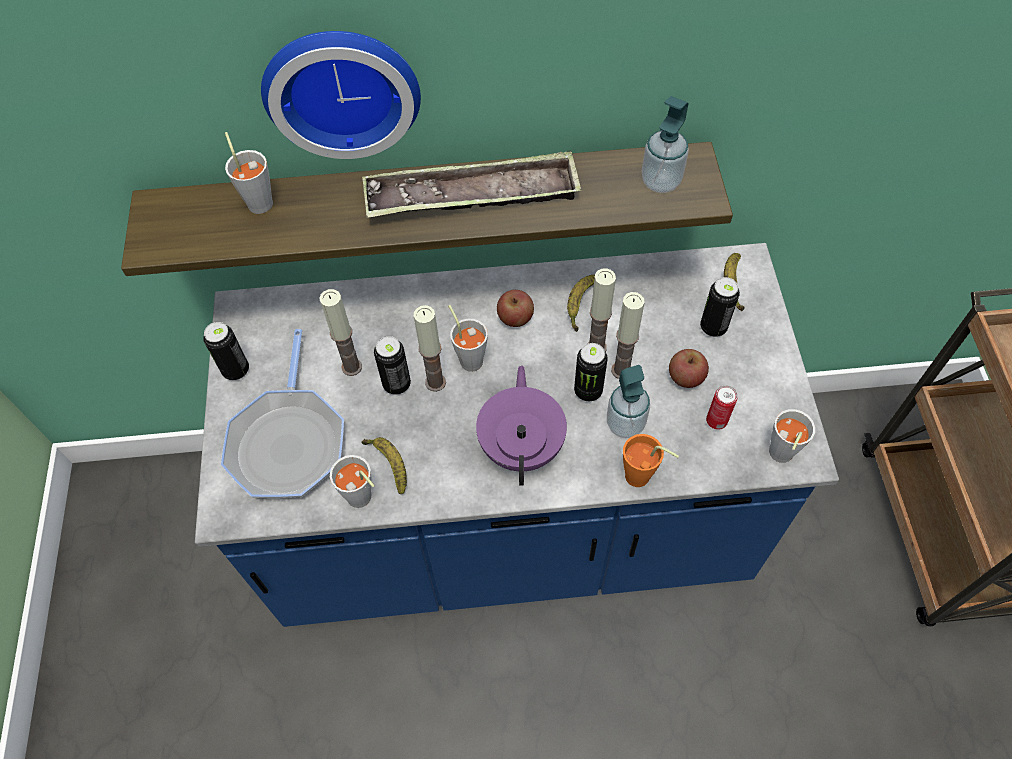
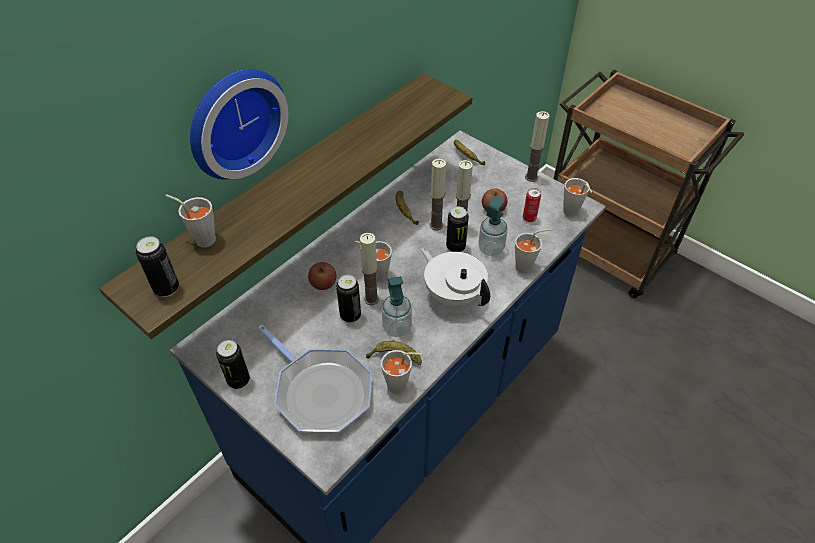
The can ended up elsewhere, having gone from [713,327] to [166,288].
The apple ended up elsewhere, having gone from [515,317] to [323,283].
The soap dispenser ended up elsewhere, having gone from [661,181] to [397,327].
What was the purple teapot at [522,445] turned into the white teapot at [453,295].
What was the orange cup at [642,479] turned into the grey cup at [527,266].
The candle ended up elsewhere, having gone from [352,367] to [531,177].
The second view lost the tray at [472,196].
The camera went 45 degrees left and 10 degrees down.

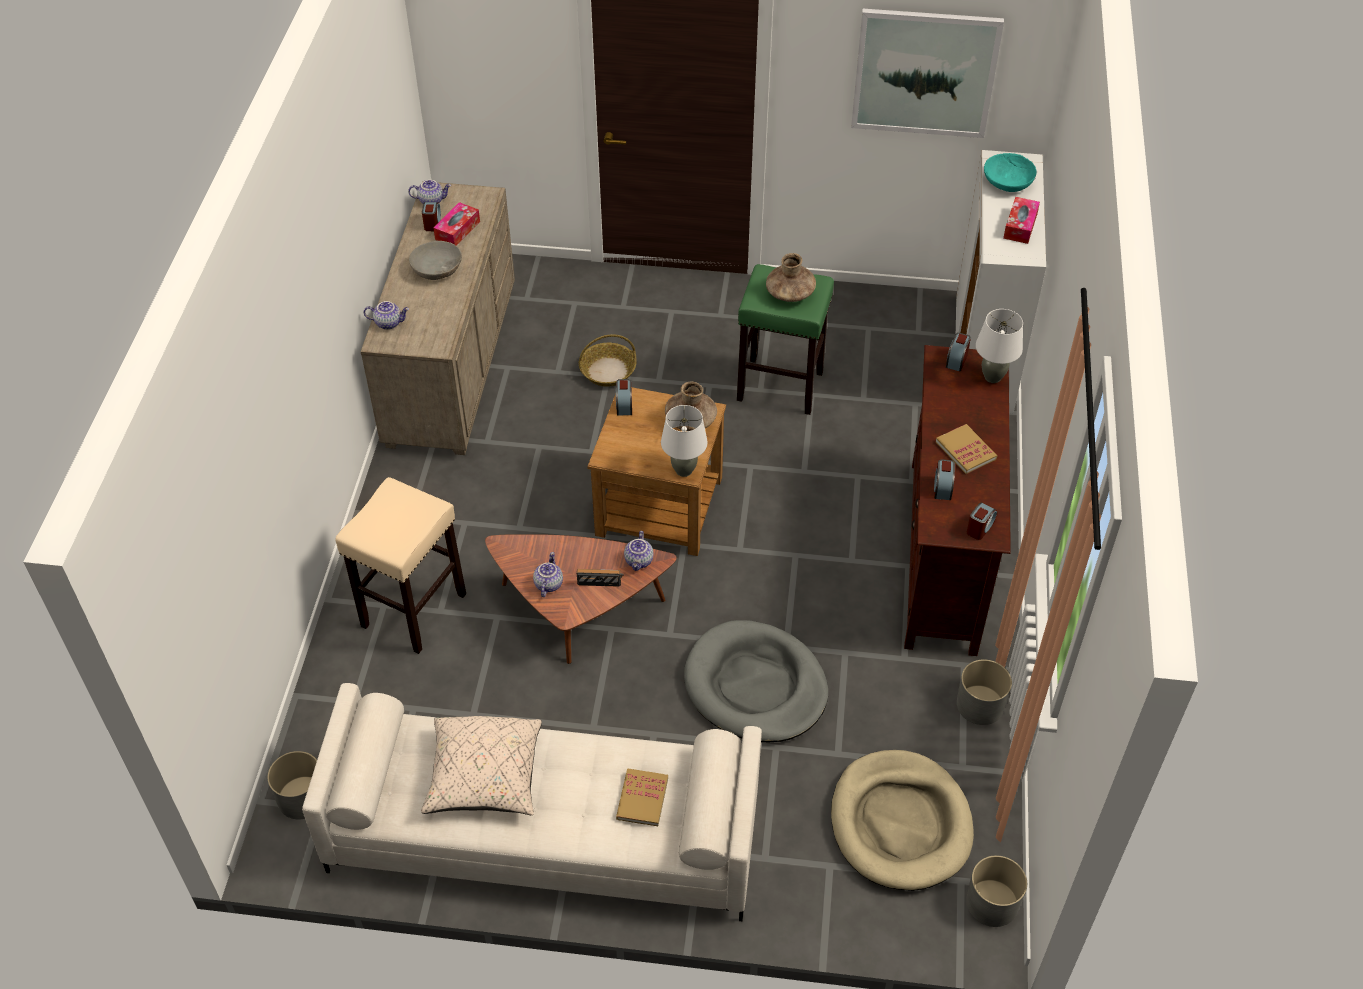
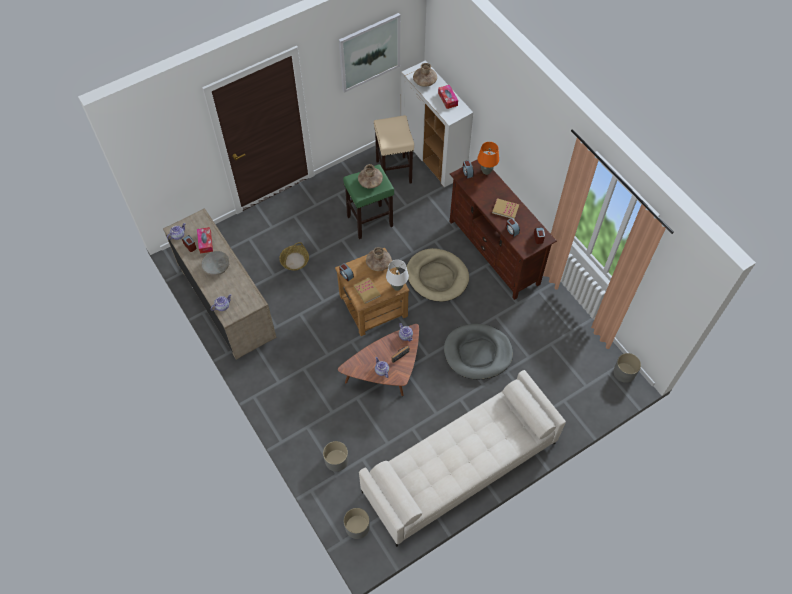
The grey planter ended up elsewhere, having gone from [980,705] to [336,460].
The book ended up elsewhere, having gone from [642,798] to [367,291].
The beige stool ended up elsewhere, having gone from [413,611] to [394,172].
The beige dog bed ended up elsewhere, having gone from [900,823] to [437,276].
Where the turquoise bowl stood at [1007,182], the brown vase came to stand at [424,81].
What was the white table lamp at [992,377] turned into the orange table lamp at [486,171].
The second view lost the beige pillow at [484,777].
The camera went 40 degrees left and 10 degrees up.

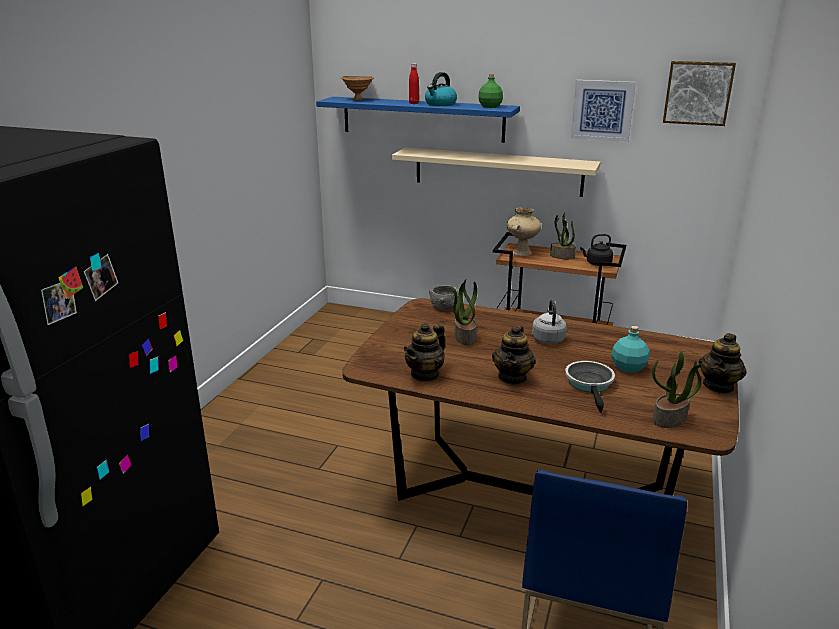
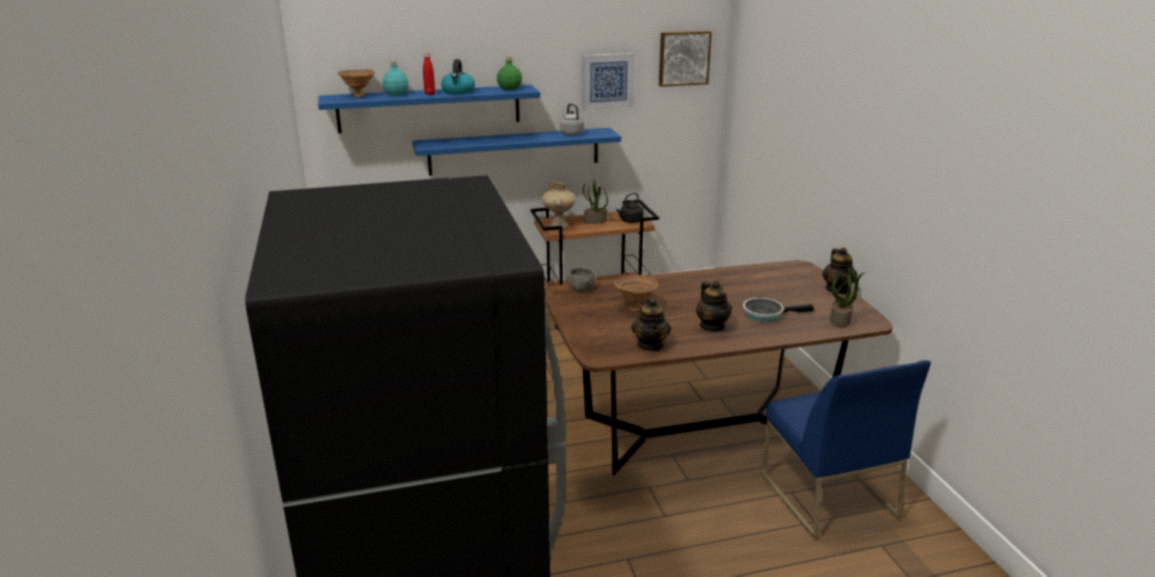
The turquoise bottle ended up elsewhere, having gone from [628,368] to [396,94].
What was the beige shelf at [497,171] turned into the blue shelf at [514,151].
The grey kettle ended up elsewhere, having gone from [548,338] to [571,133].
Where the potted plant stood at [464,337], the brown bowl came to stand at [634,307].
The frying pan at [590,384] ended up facing another way, 60 degrees counterclockwise from before.
The camera went 35 degrees left and 0 degrees up.

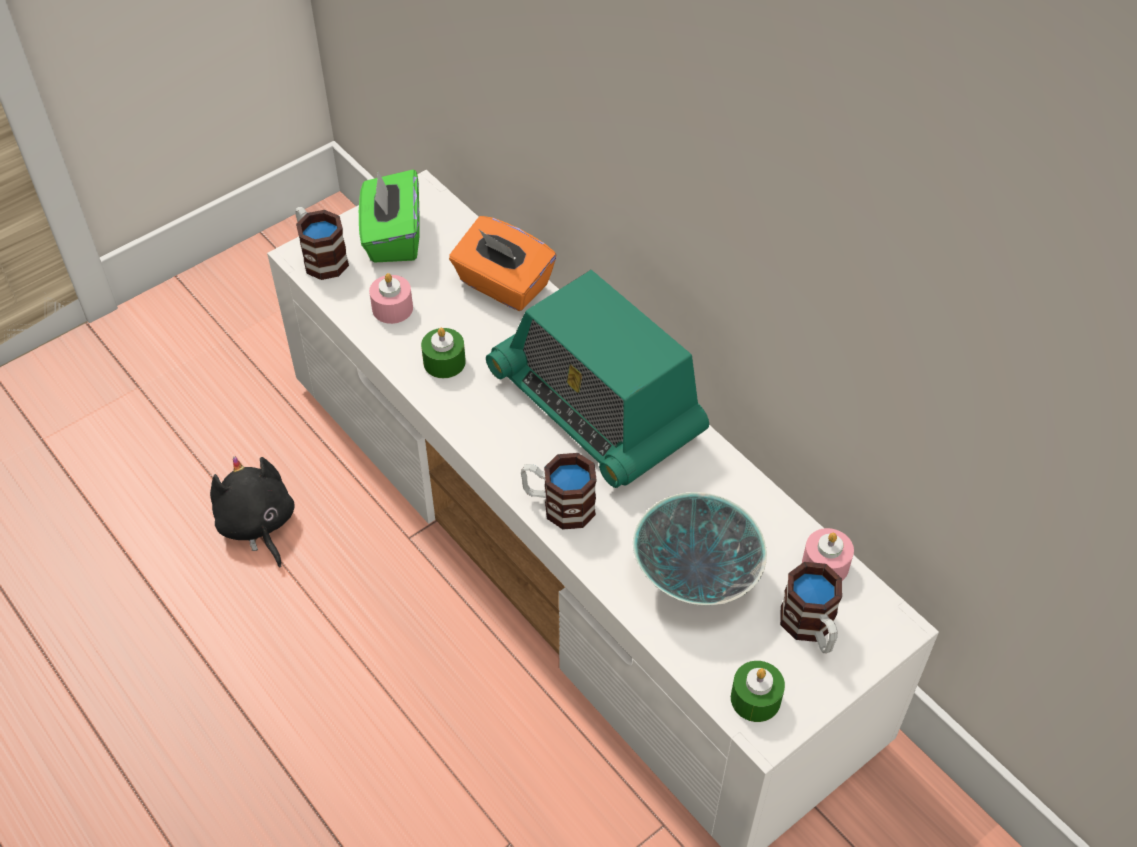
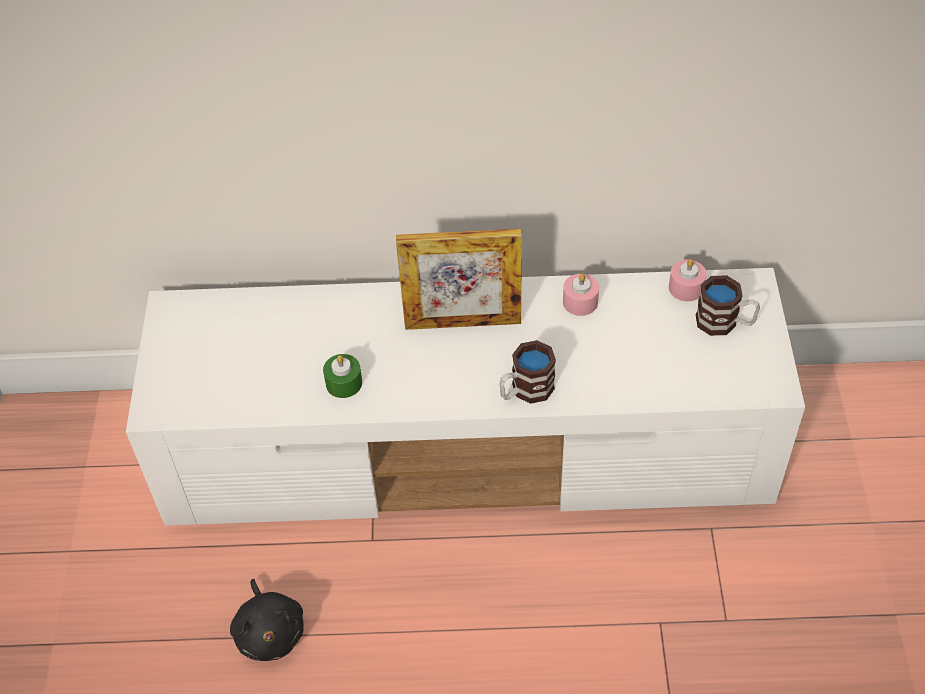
The black plush toy at [257,524] ended up facing another way, 120 degrees counterclockwise from before.
Where the radio stood at [596,405], the picture frame came to stand at [462,323].
The pink candle ended up elsewhere, having gone from [392,308] to [580,302].
The second view lost the mug at [320,257].
The second view lost the green tissue box at [393,237].
The second view lost the orange tissue box at [503,285].
The second view lost the bowl at [694,576].
The second view lost the green candle at [755,699].
The camera went 50 degrees left and 0 degrees up.

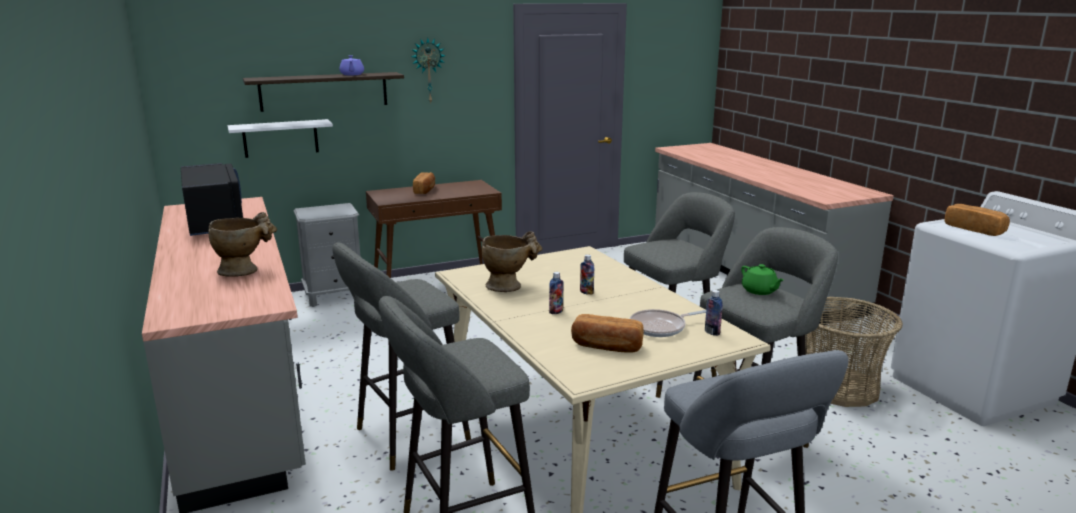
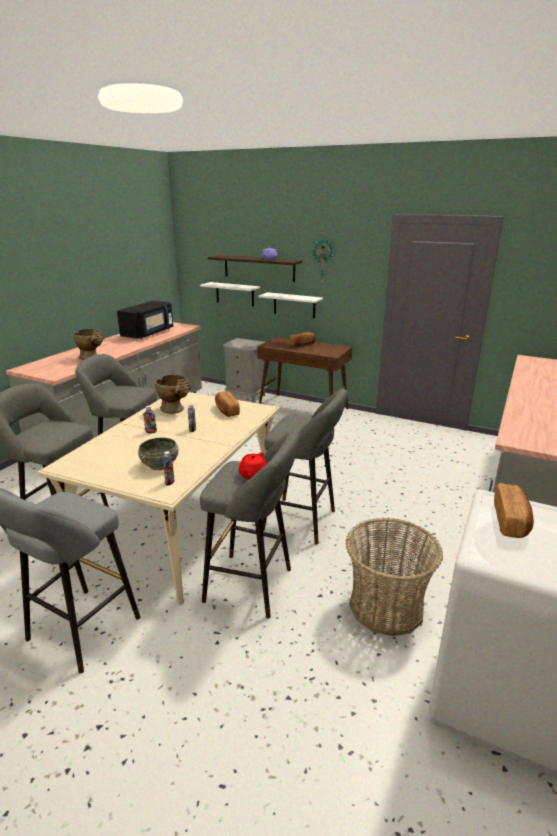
Where the frying pan stood at [660,327], the grey bowl came to stand at [160,465].
The bread ended up elsewhere, having gone from [606,346] to [226,410].
What was the green teapot at [759,291] turned into the red teapot at [253,475].
The second view gained the white shelf at [294,305].
The camera went 50 degrees right and 5 degrees up.

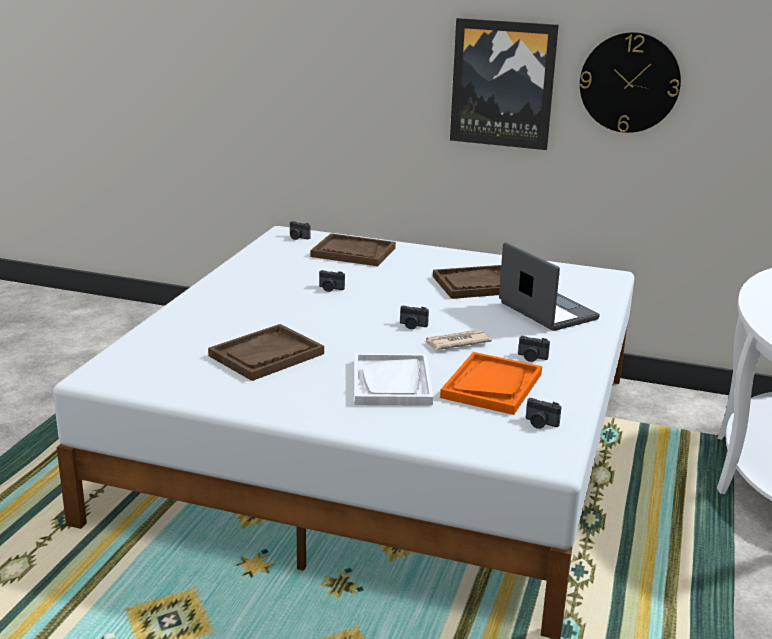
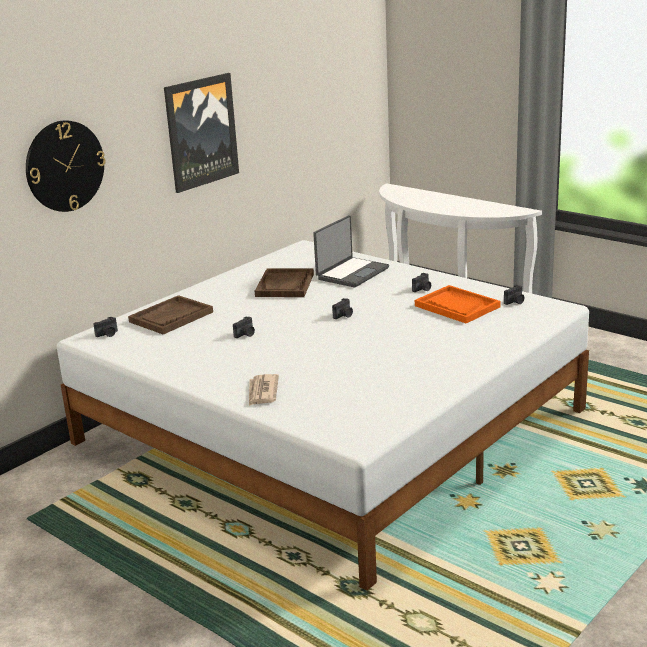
The wall clock ended up elsewhere, having gone from [629,82] to [65,166].
The newspaper ended up elsewhere, having gone from [456,342] to [262,392].
The laptop at [546,311] ended up facing another way, 135 degrees clockwise from before.
The second view lost the brown tray at [266,355].
The second view lost the white tray at [392,382].
The camera went 65 degrees left and 0 degrees up.

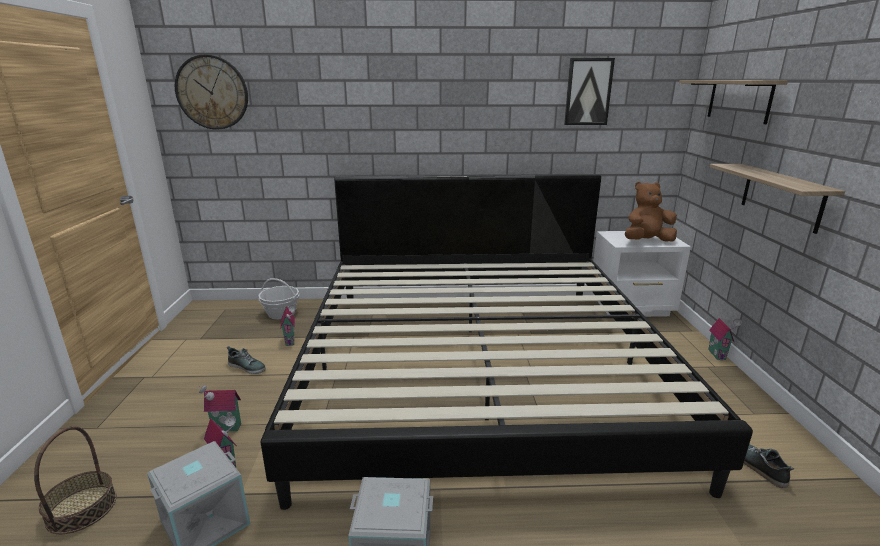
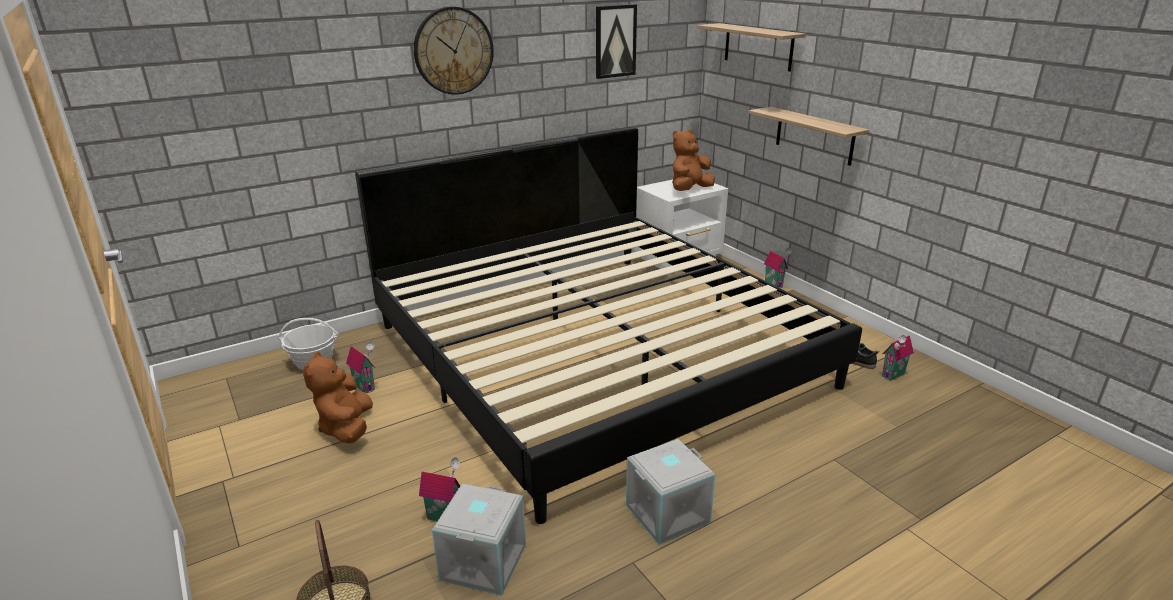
Where the shoe stood at [247,367], the brown plush toy came to stand at [347,428].
The wall clock ended up elsewhere, having gone from [212,92] to [453,51].
The toy house ended up elsewhere, having gone from [226,429] to [894,375].
The camera went 30 degrees left and 5 degrees up.

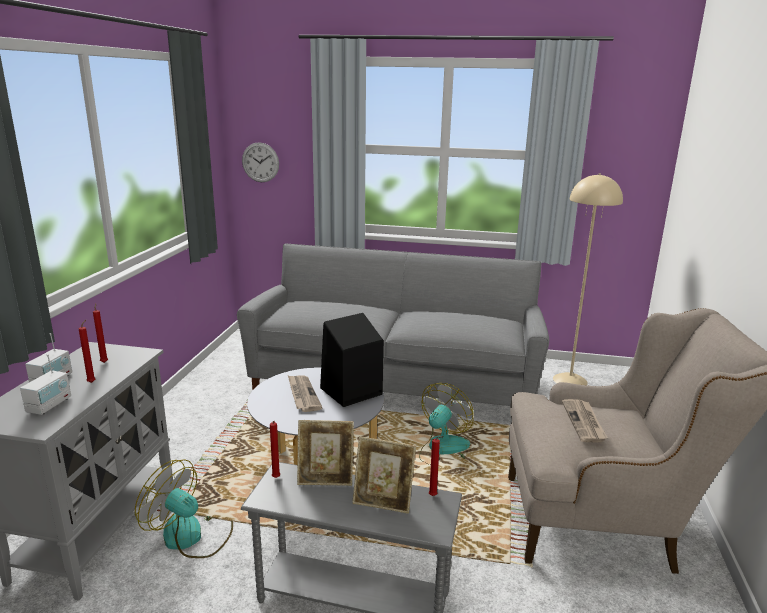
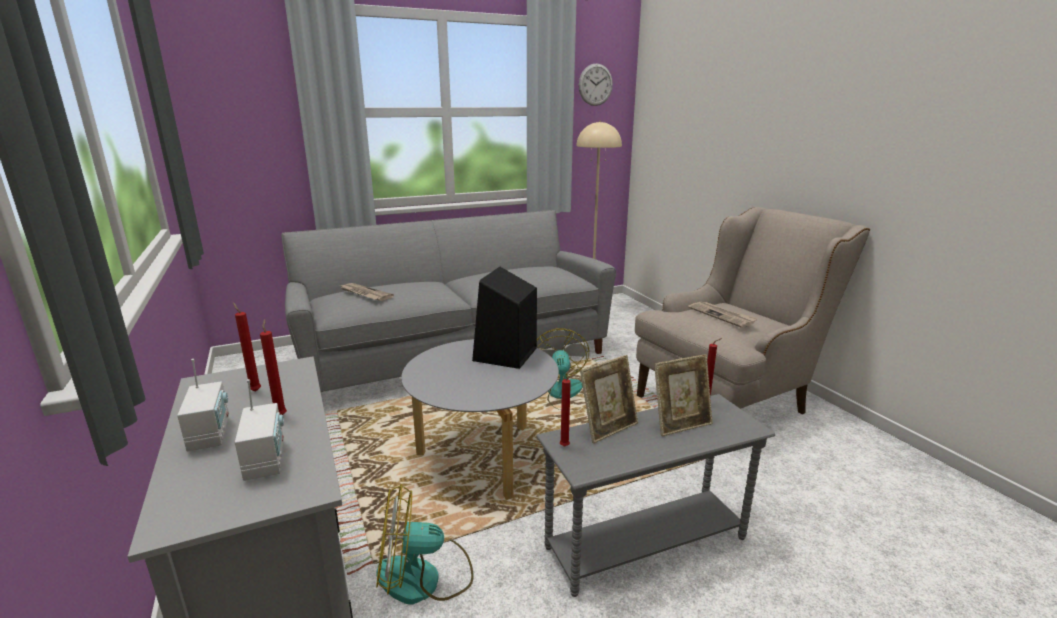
The newspaper ended up elsewhere, having gone from [302,394] to [364,294].
The wall clock ended up elsewhere, having gone from [260,162] to [595,84].
The camera went 35 degrees left and 0 degrees up.

